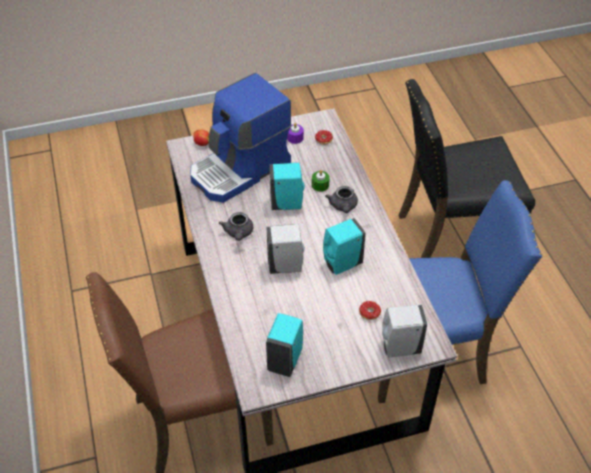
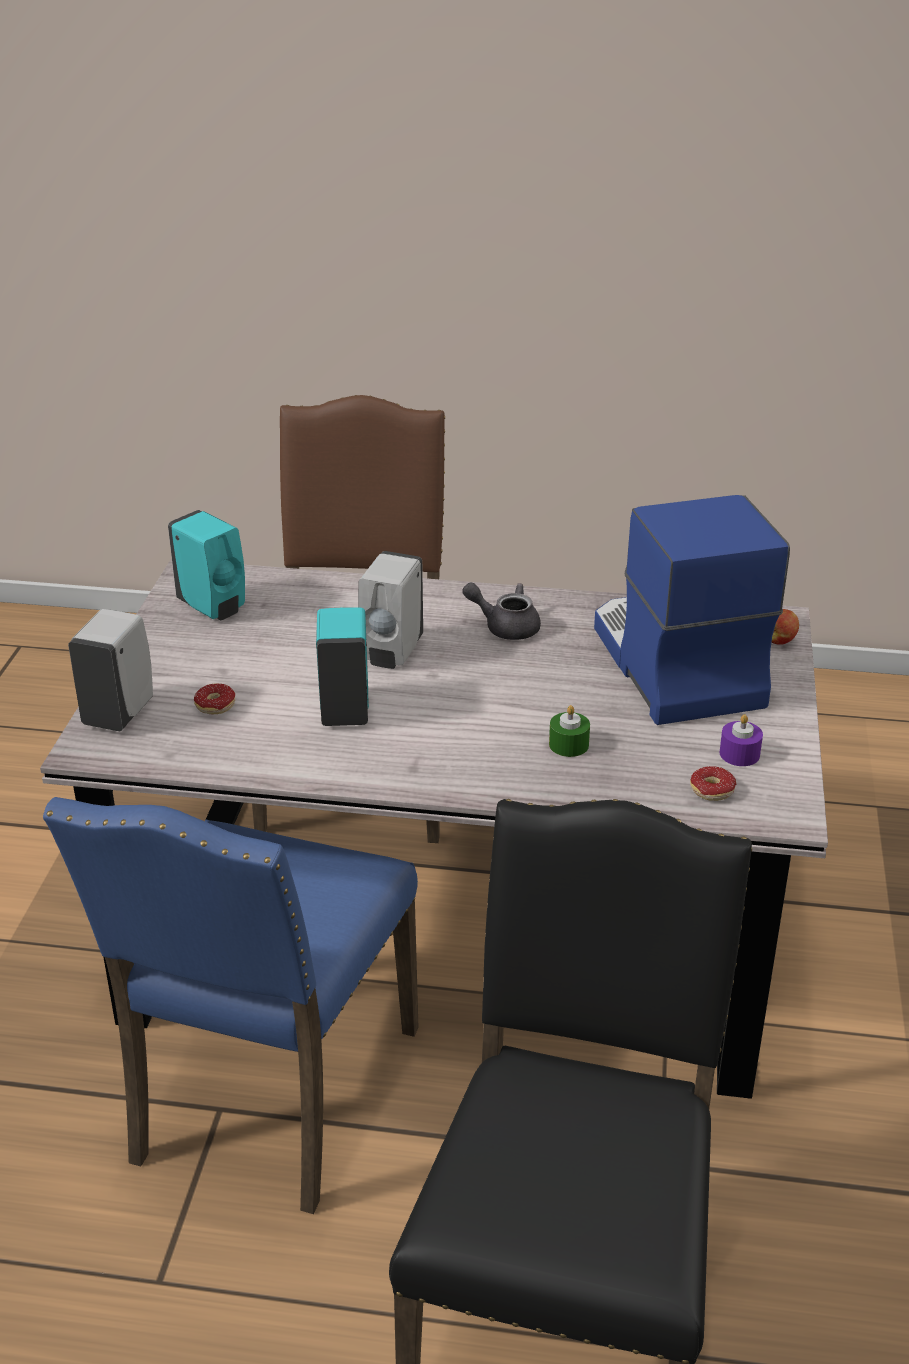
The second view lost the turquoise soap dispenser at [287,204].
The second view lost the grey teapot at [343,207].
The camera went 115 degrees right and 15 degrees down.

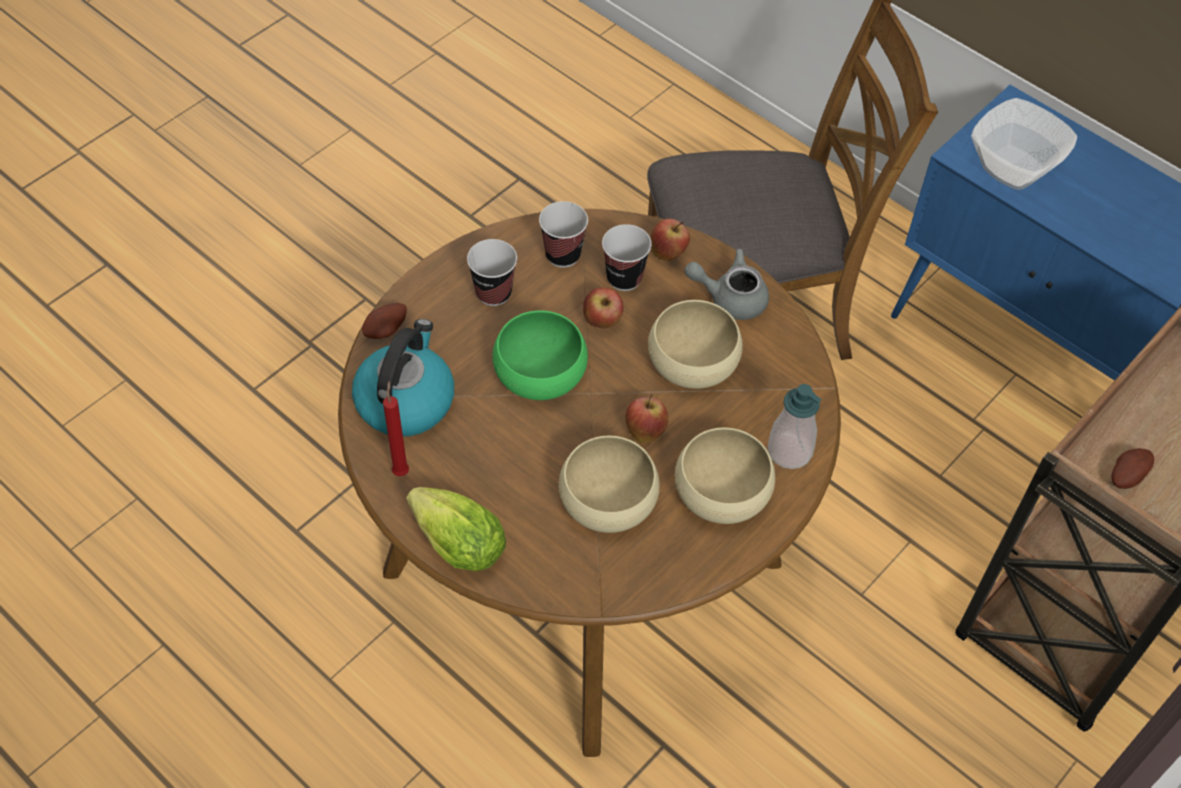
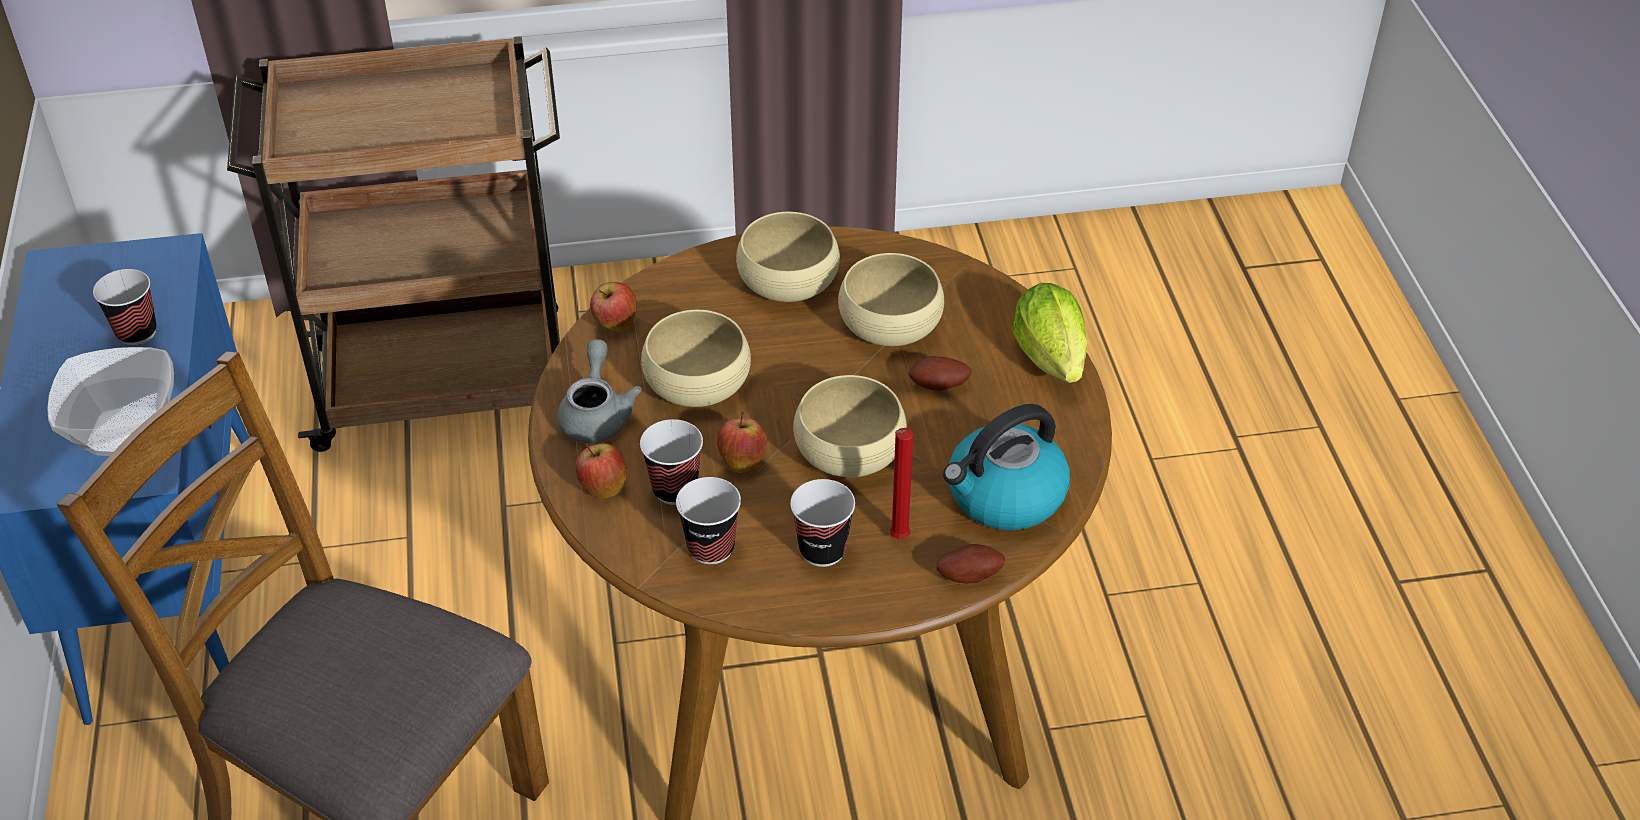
The second view gained the cup at [137,332].
The grey teapot at [729,298] ended up facing another way, 135 degrees counterclockwise from before.
The apple ended up elsewhere, having gone from [645,431] to [615,324].
What was the green bowl at [540,373] turned into the beige bowl at [849,450].
The red candle ended up elsewhere, having gone from [401,470] to [897,539].
The potato ended up elsewhere, having gone from [1126,476] to [939,387].
The second view lost the soap dispenser at [789,451].
The camera went 140 degrees left and 10 degrees down.

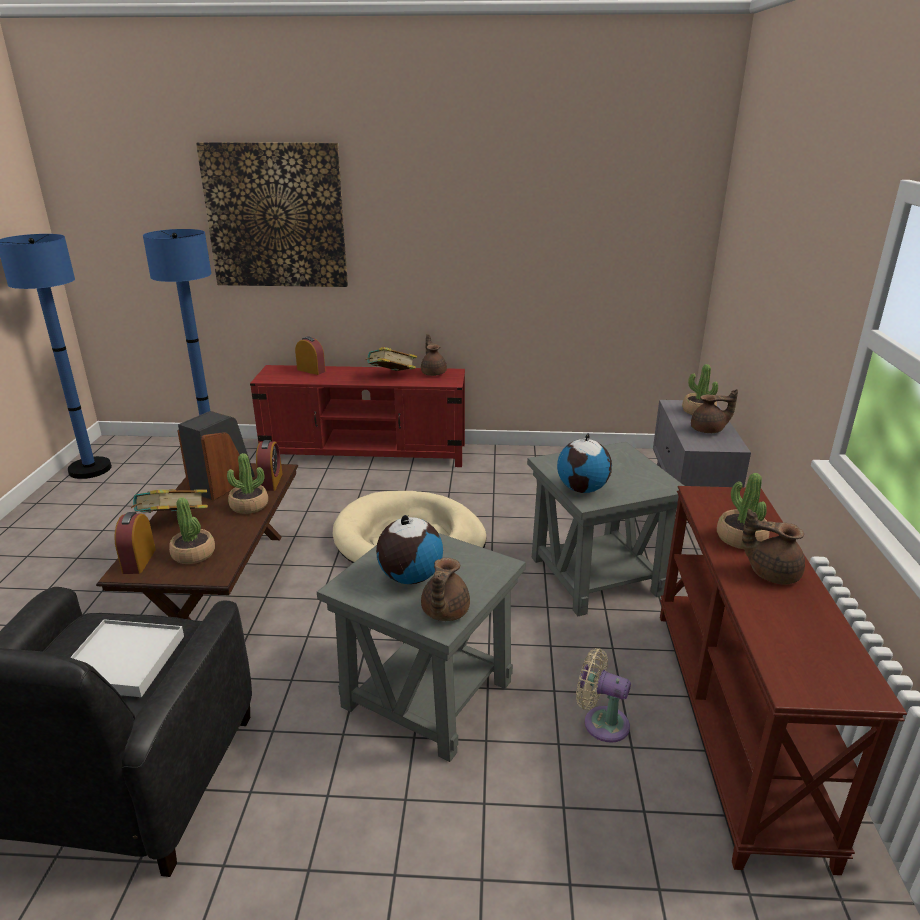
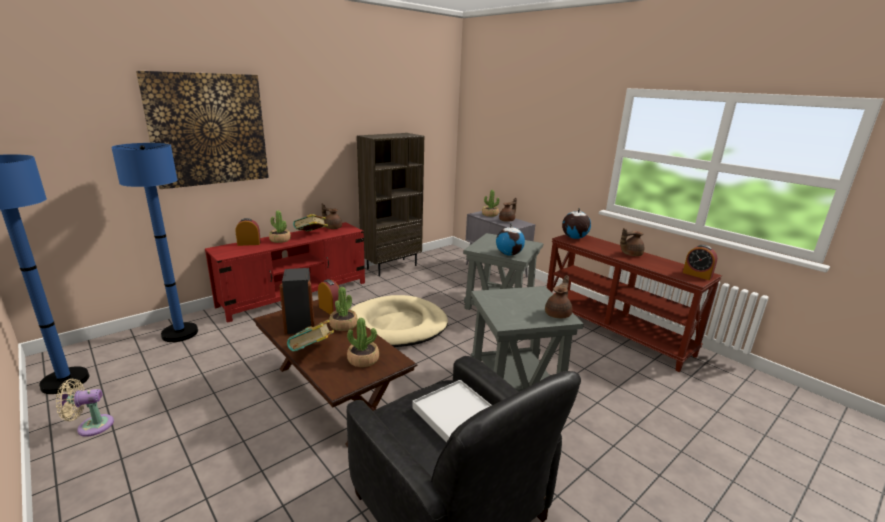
The beige fan ended up elsewhere, having gone from [601,722] to [91,426].
The potted plant ended up elsewhere, having gone from [740,538] to [280,240].
The second view gained the brown bookcase at [392,267].
The brown teapot at [444,612] ended up facing another way, 120 degrees counterclockwise from before.
The globe ended up elsewhere, having gone from [410,577] to [574,238].
The alarm clock ended up elsewhere, having gone from [139,561] to [697,275].
The camera went 45 degrees left and 5 degrees down.

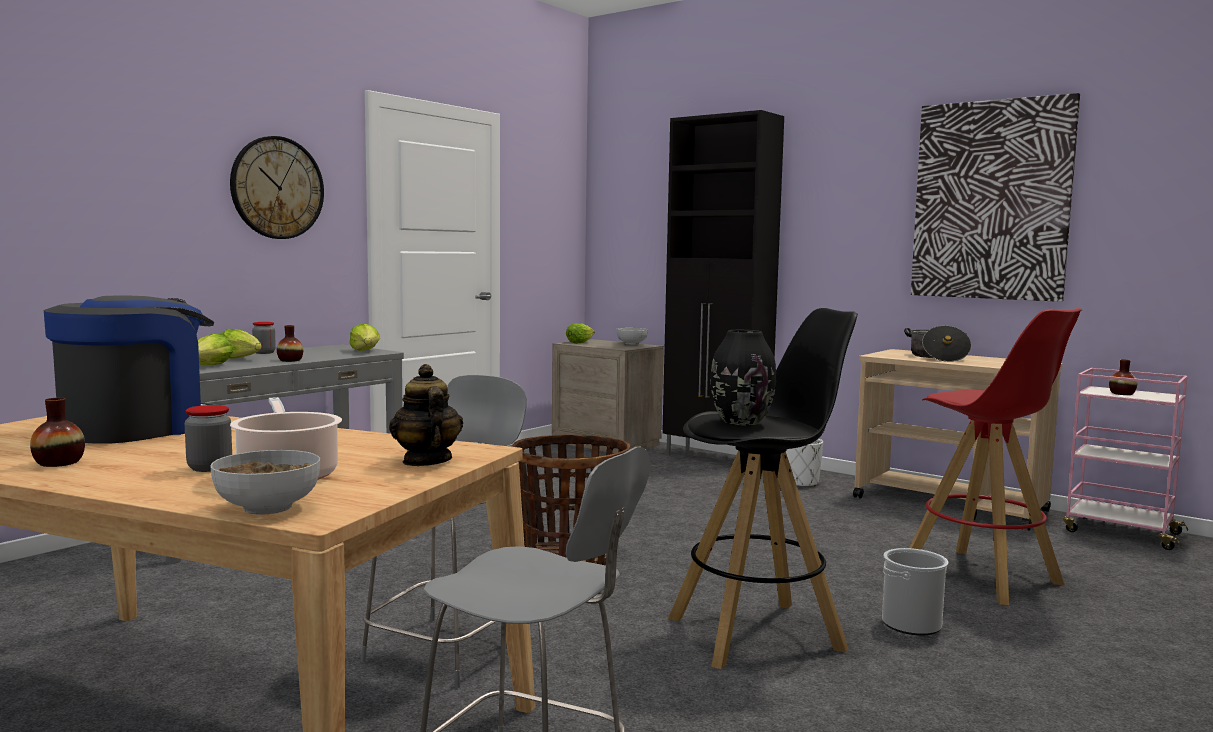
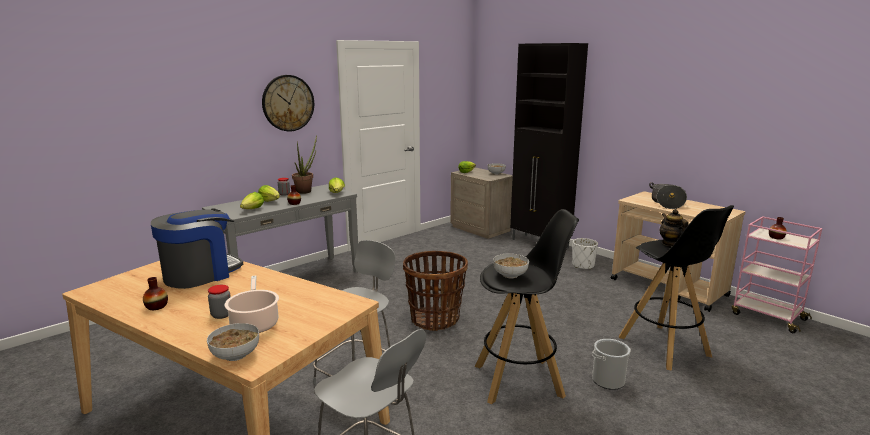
The second view gained the potted plant at [306,191].
Where the black vase stood at [741,421], the bowl came to stand at [510,275].
What was the red stool at [982,576] turned into the black stool at [664,347].
The teapot ended up elsewhere, having gone from [426,461] to [670,243].
The second view lost the picture at [991,200].
The camera went 10 degrees right and 10 degrees up.

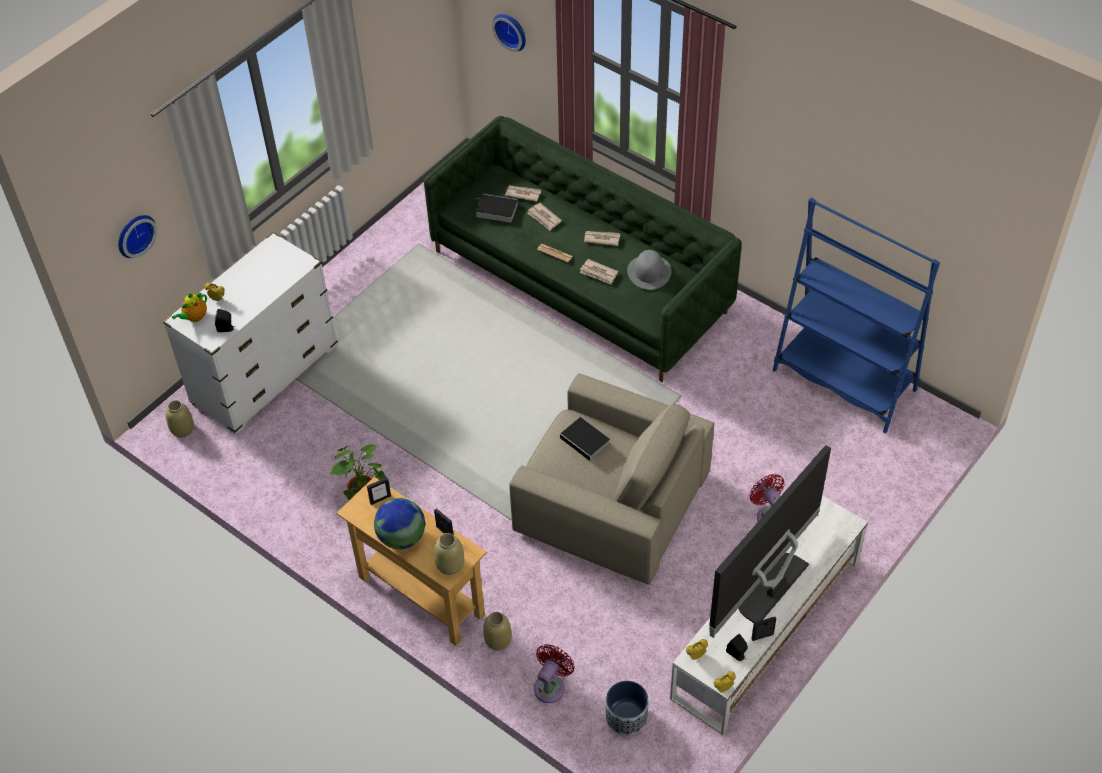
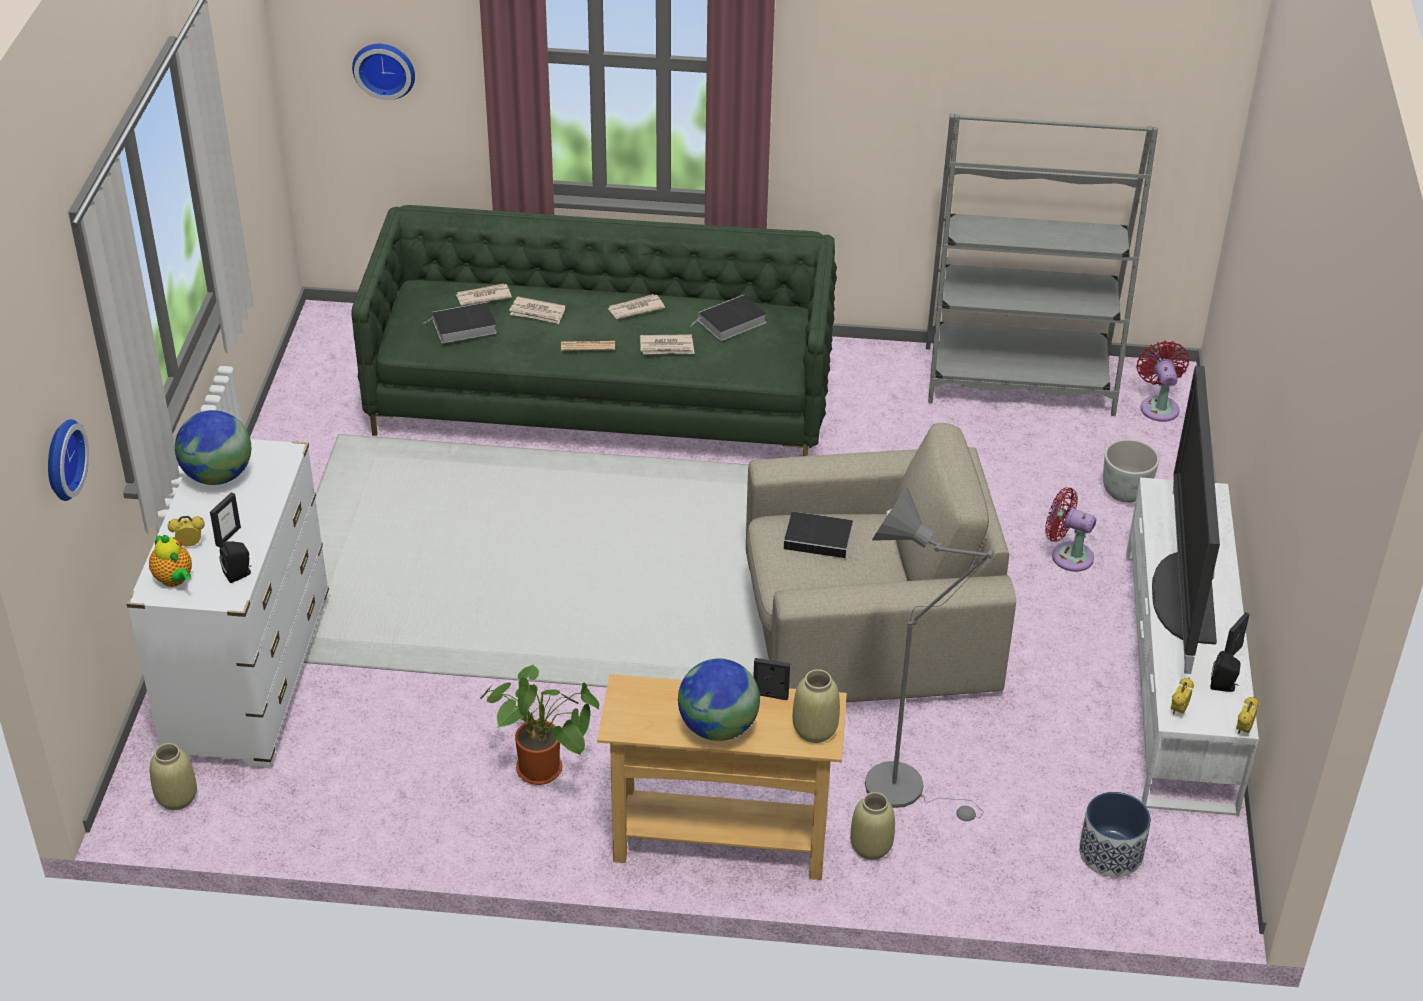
The teapot at [194,317] ended up facing another way, 45 degrees counterclockwise from before.
The second view gained the globe at [218,476].
The picture frame ended up elsewhere, having gone from [380,499] to [228,536].
Where the grey hat stood at [649,272], the book came to stand at [730,322].
The second view gained the grey floor lamp at [906,788].
What was the blue bookcase at [844,380] turned into the grey bookcase at [1019,381].
The second view gained the grey planter at [1126,492].
The red fan ended up elsewhere, having gone from [551,686] to [1158,406].
The camera went 35 degrees left and 10 degrees down.

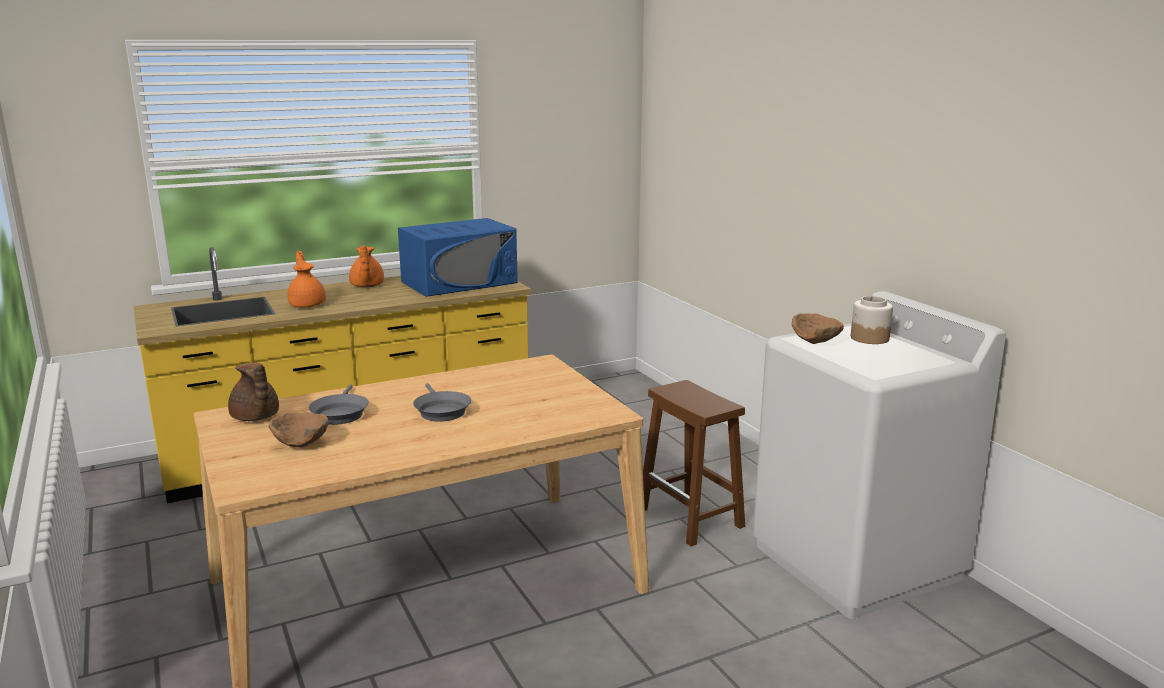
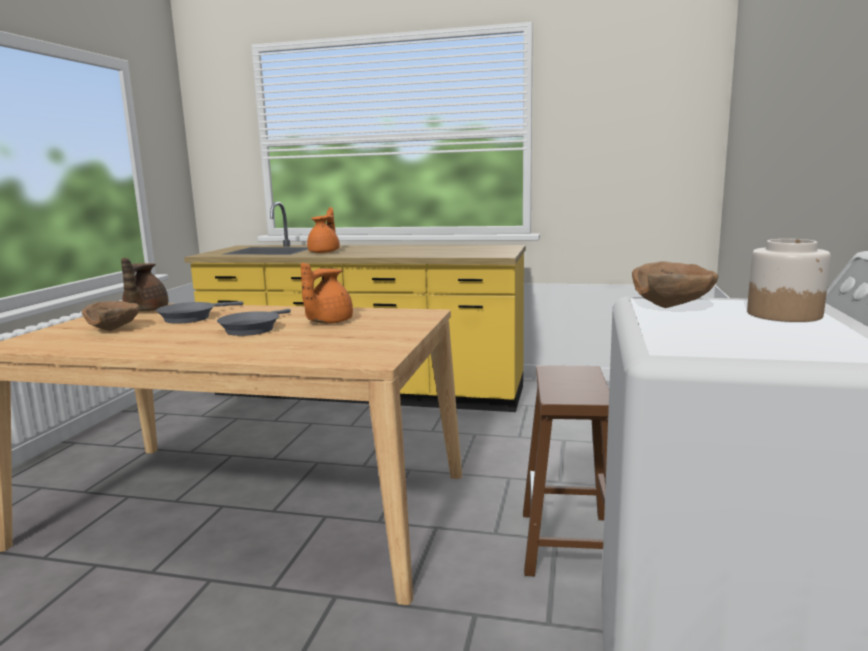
The orange teapot ended up elsewhere, having gone from [366,286] to [327,322].
The second view lost the blue microwave at [459,282].
The camera went 40 degrees right and 5 degrees down.

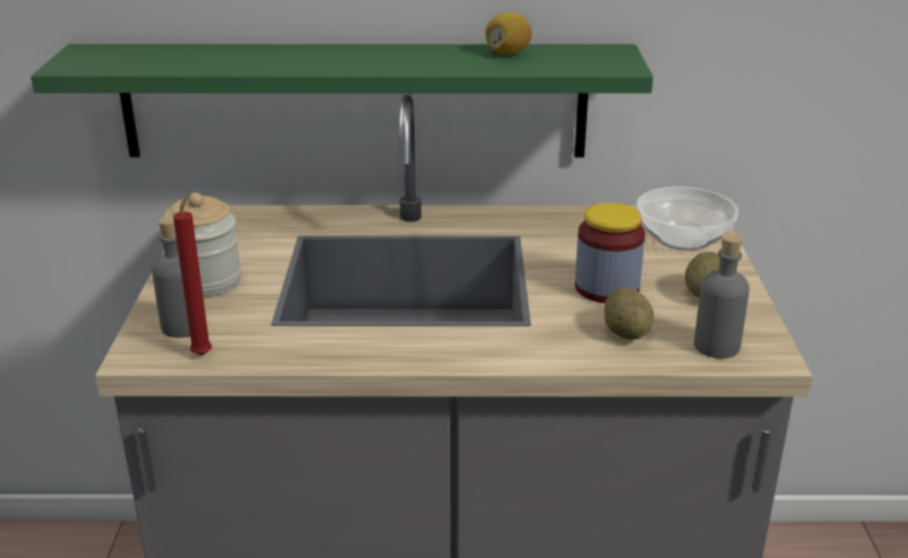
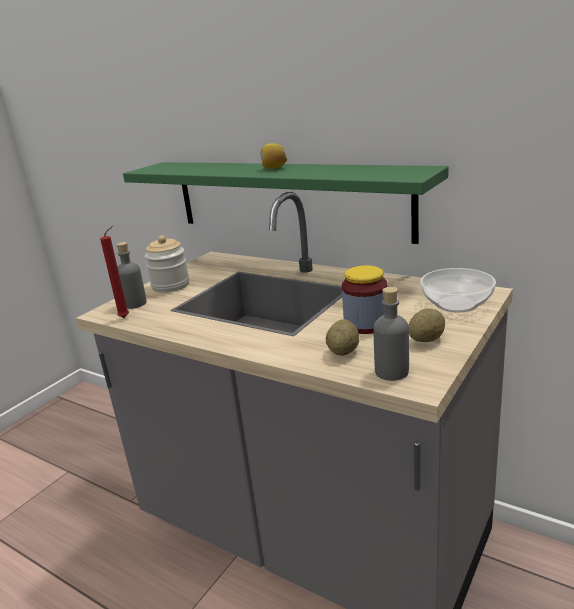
The lemon ended up elsewhere, having gone from [507,54] to [274,168].
The camera went 35 degrees right and 5 degrees down.

